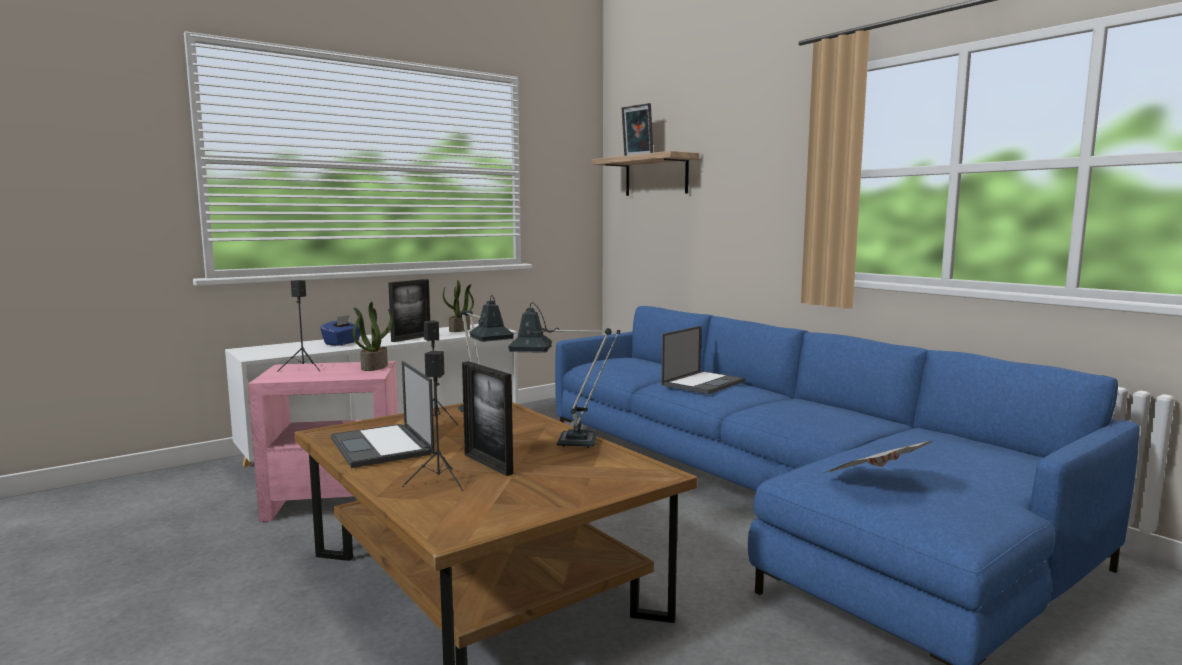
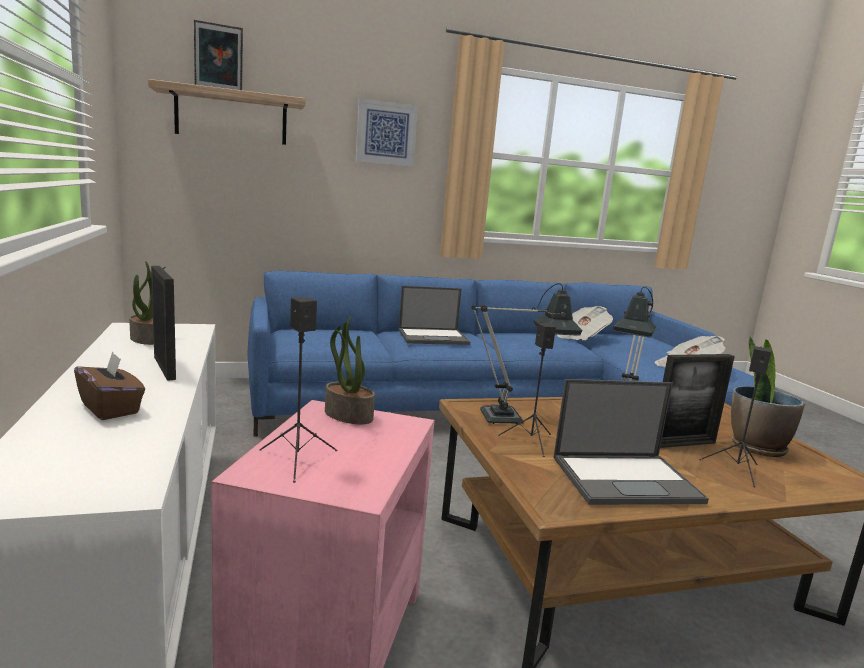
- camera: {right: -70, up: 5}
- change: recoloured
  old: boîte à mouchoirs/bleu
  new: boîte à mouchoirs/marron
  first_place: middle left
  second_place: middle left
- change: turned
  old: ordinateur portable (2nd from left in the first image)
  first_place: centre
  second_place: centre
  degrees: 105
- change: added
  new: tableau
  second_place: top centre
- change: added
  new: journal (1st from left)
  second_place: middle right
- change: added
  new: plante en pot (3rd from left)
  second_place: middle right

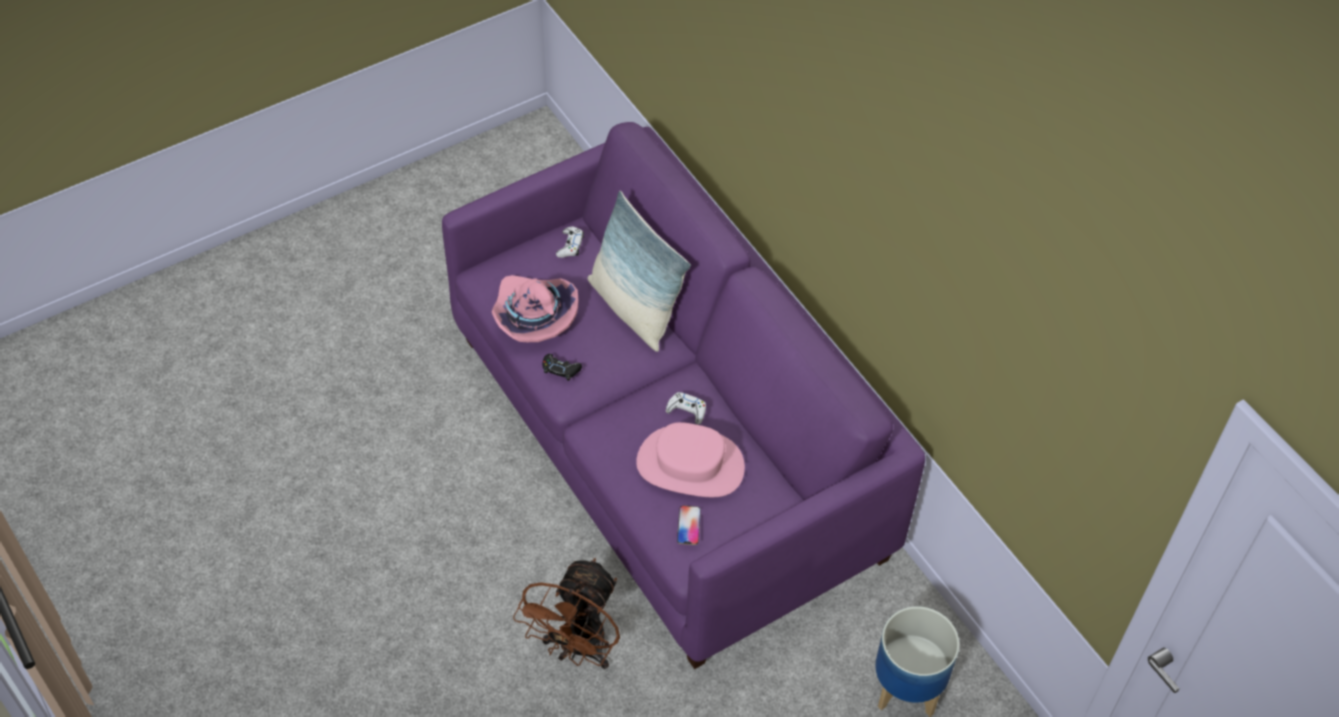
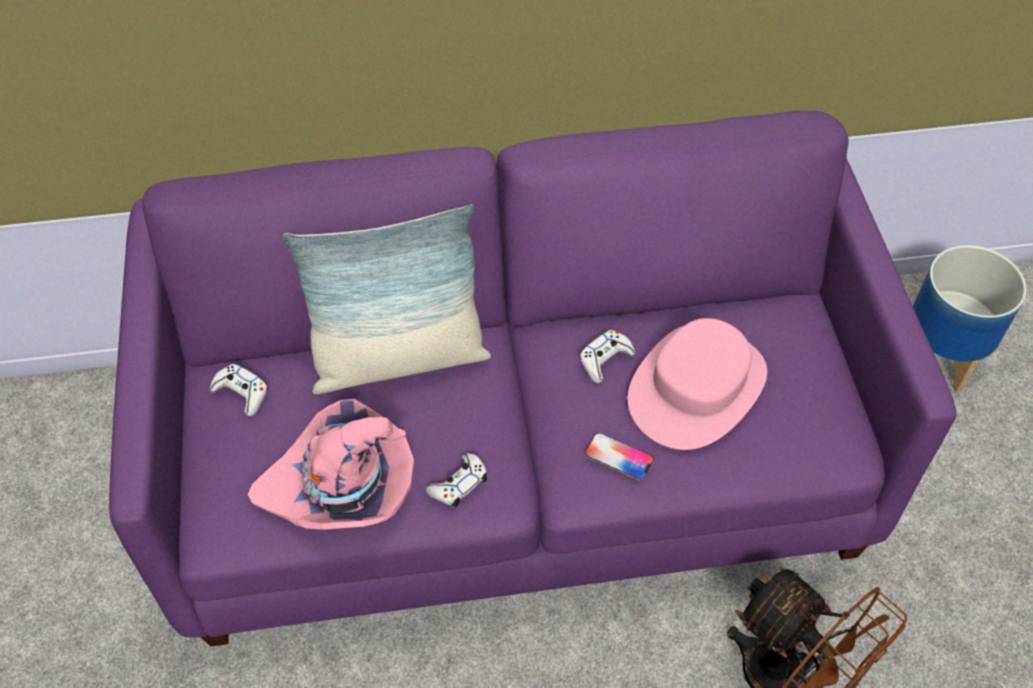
- camera: {right: -65, up: 0}
- change: recoloured
  old: manette/noir
  new: manette/blanc (2nd from left)
  first_place: centre
  second_place: bottom centre
- change: moved
  old: téléphone
  first_place: bottom centre
  second_place: centre

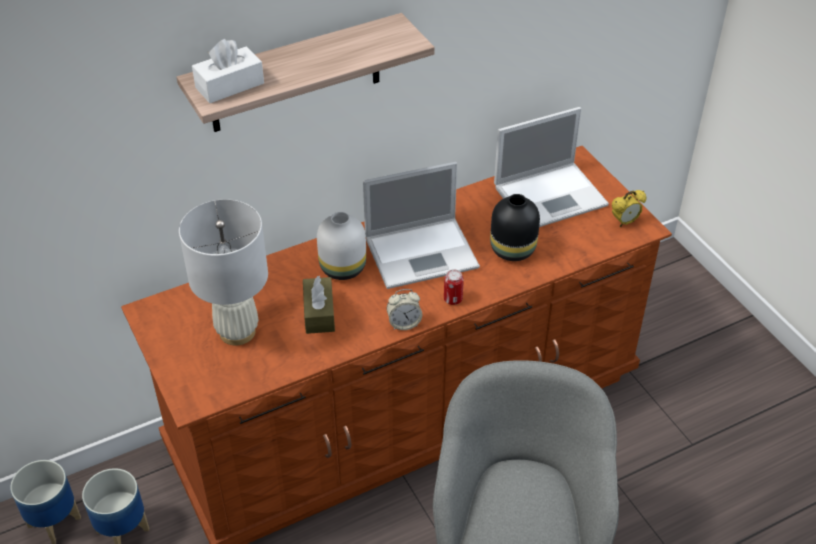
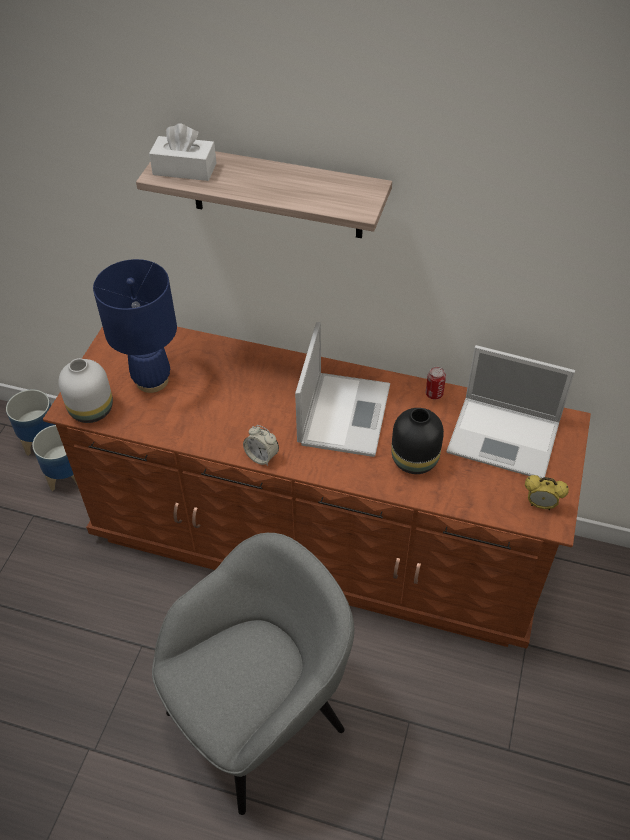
- camera: {right: 45, up: 5}
- change: recoloured
  old: lampe de table/blanc
  new: lampe de table/bleu
  first_place: middle left
  second_place: middle left
- change: removed
  old: boîte à mouchoirs/marron
  first_place: centre
- change: moved
  old: vase/blanc
  first_place: centre
  second_place: middle left
- change: turned
  old: ordinateur portable (1st from left)
  first_place: centre
  second_place: centre
  degrees: -105
- change: moved
  old: boîte métallique
  first_place: centre
  second_place: middle right

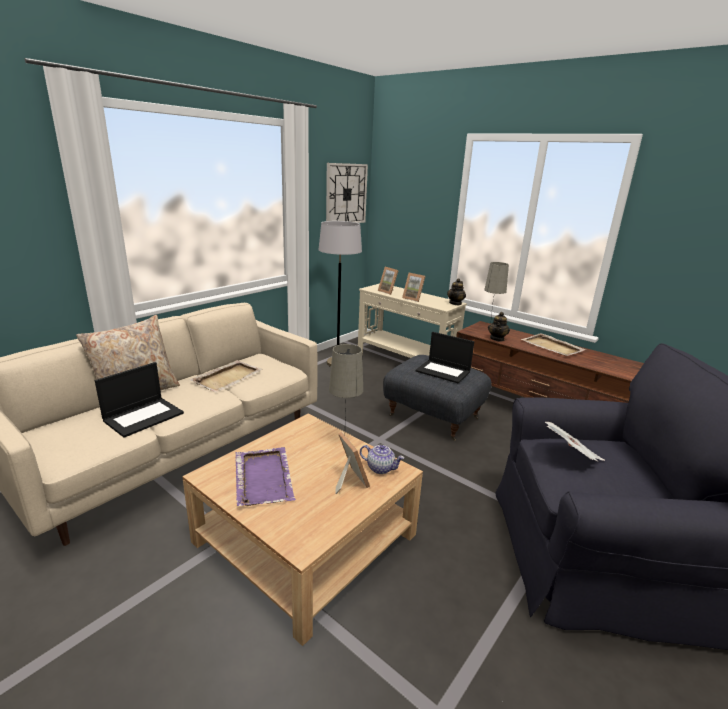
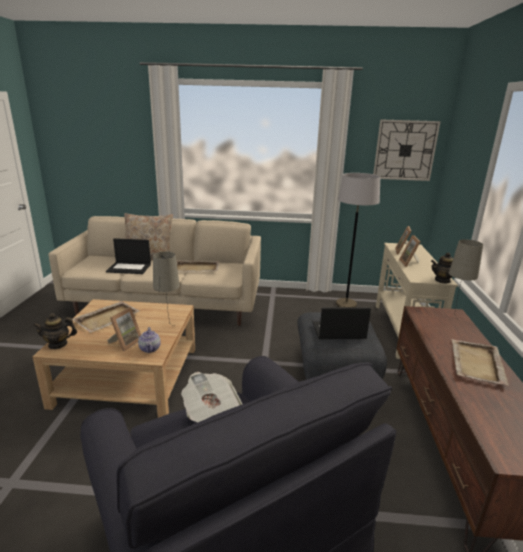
- camera: {right: 55, up: 0}
- change: recoloured
  old: plateau/violet
  new: plateau/beige (1st from left)
  first_place: bottom centre
  second_place: middle left
- change: turned
  old: ordinateur portable (2nd from left)
  first_place: centre
  second_place: centre
  degrees: 90
- change: moved
  old: théière (3rd from left in the first image)
  new: théière (1st from left)
  first_place: middle right
  second_place: middle left

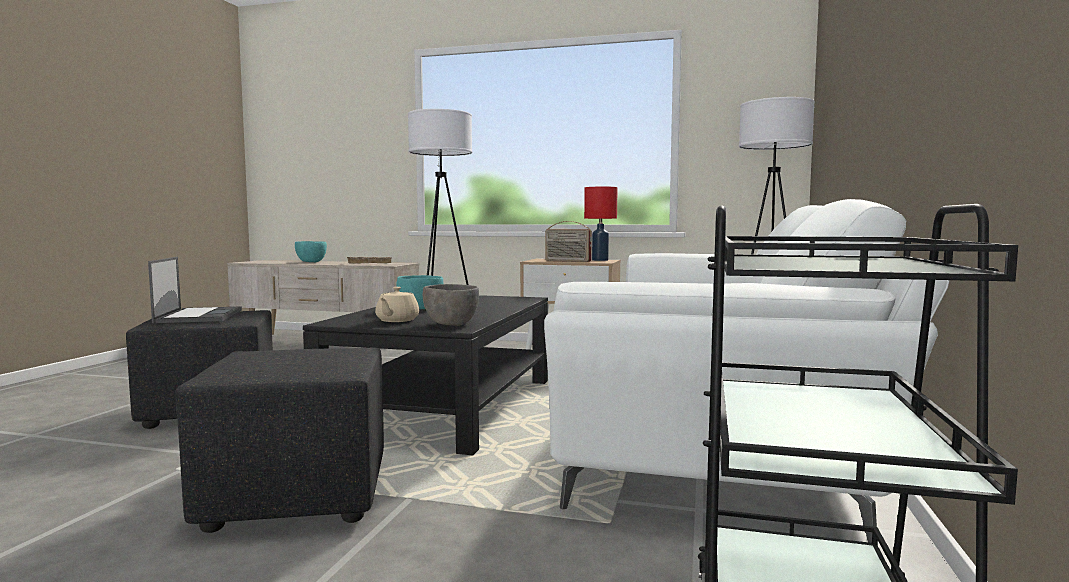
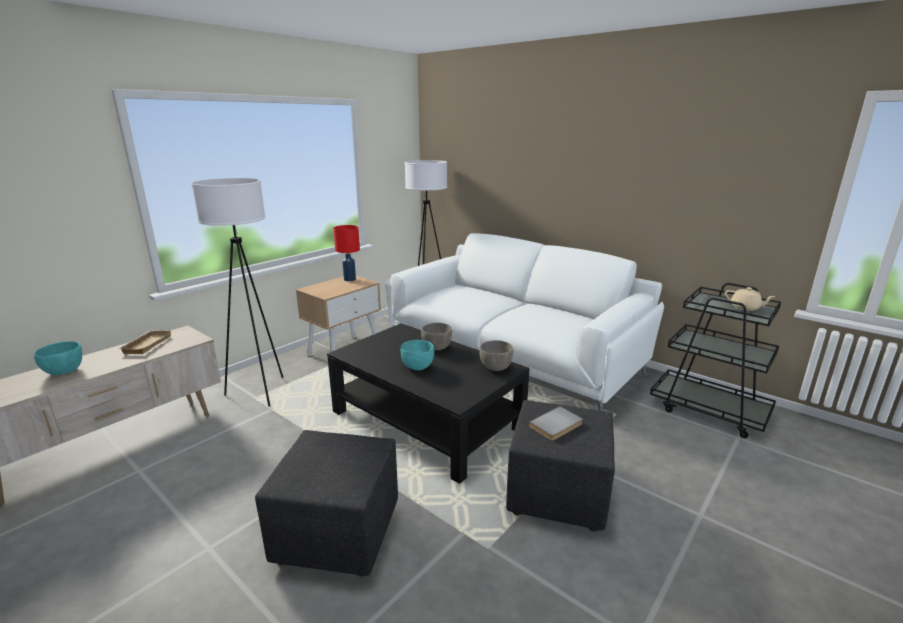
- camera: {right: -65, up: 15}
- change: removed
  old: ordinateur portable
  first_place: middle left
- change: moved
  old: théière/beige
  first_place: centre
  second_place: middle right
- change: removed
  old: radio
  first_place: centre
- change: added
  new: bol/gris (1st from left)
  second_place: centre
- change: added
  new: livre/gris
  second_place: bottom centre

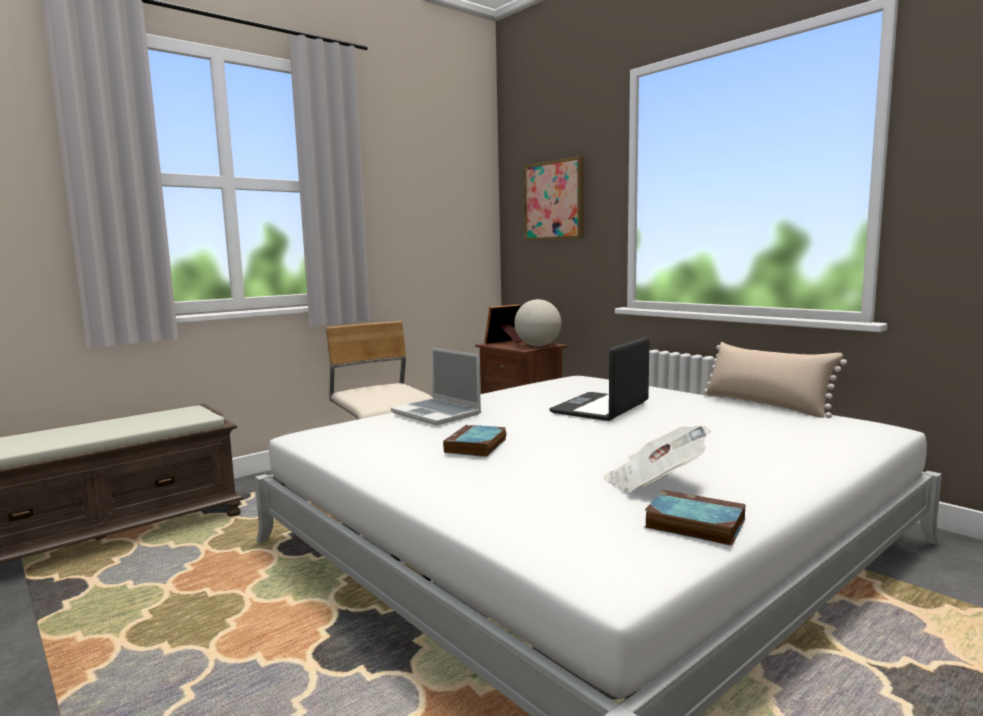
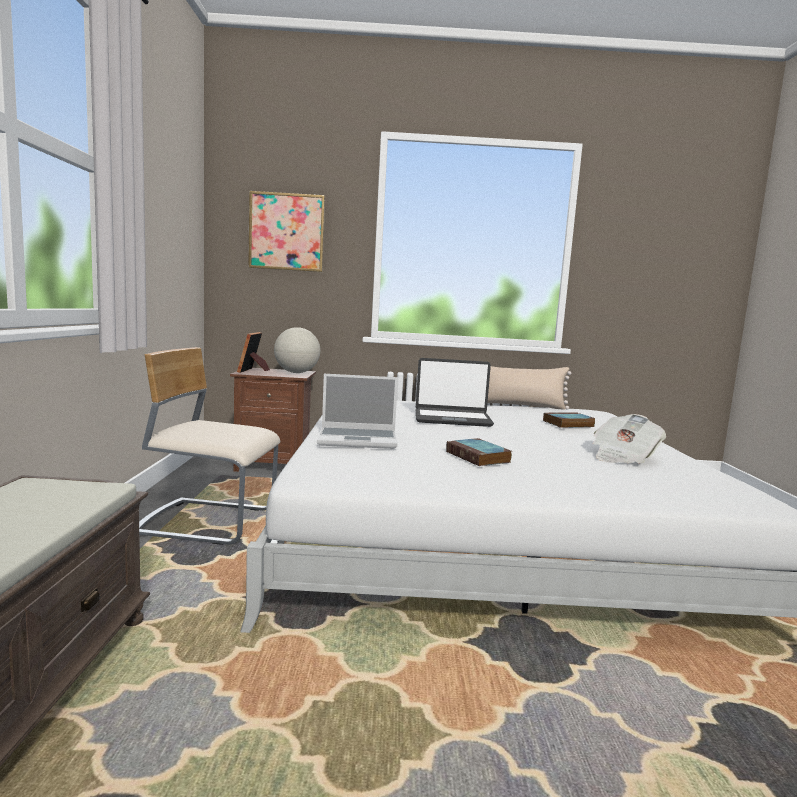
- camera: {right: -50, up: 0}
- change: turned
  old: ordinateur portable (2nd from left)
  first_place: centre
  second_place: centre
  degrees: -75
- change: moved
  old: livre (2nd from left)
  first_place: bottom right
  second_place: middle right

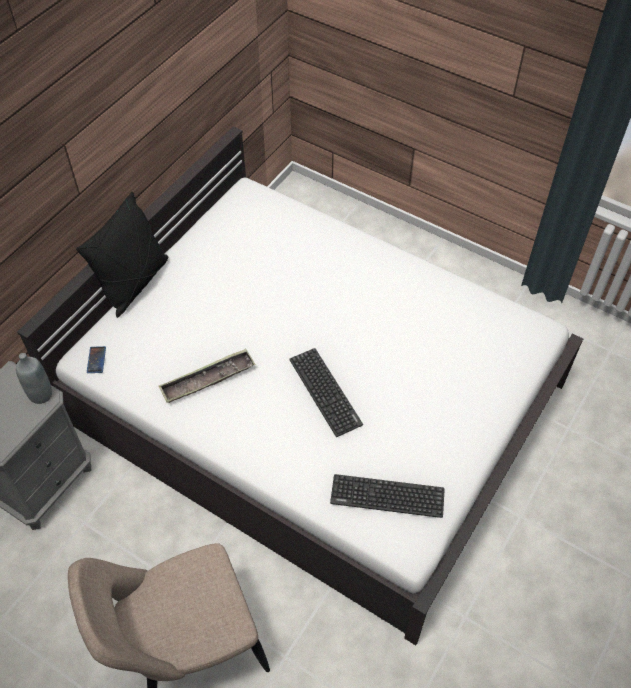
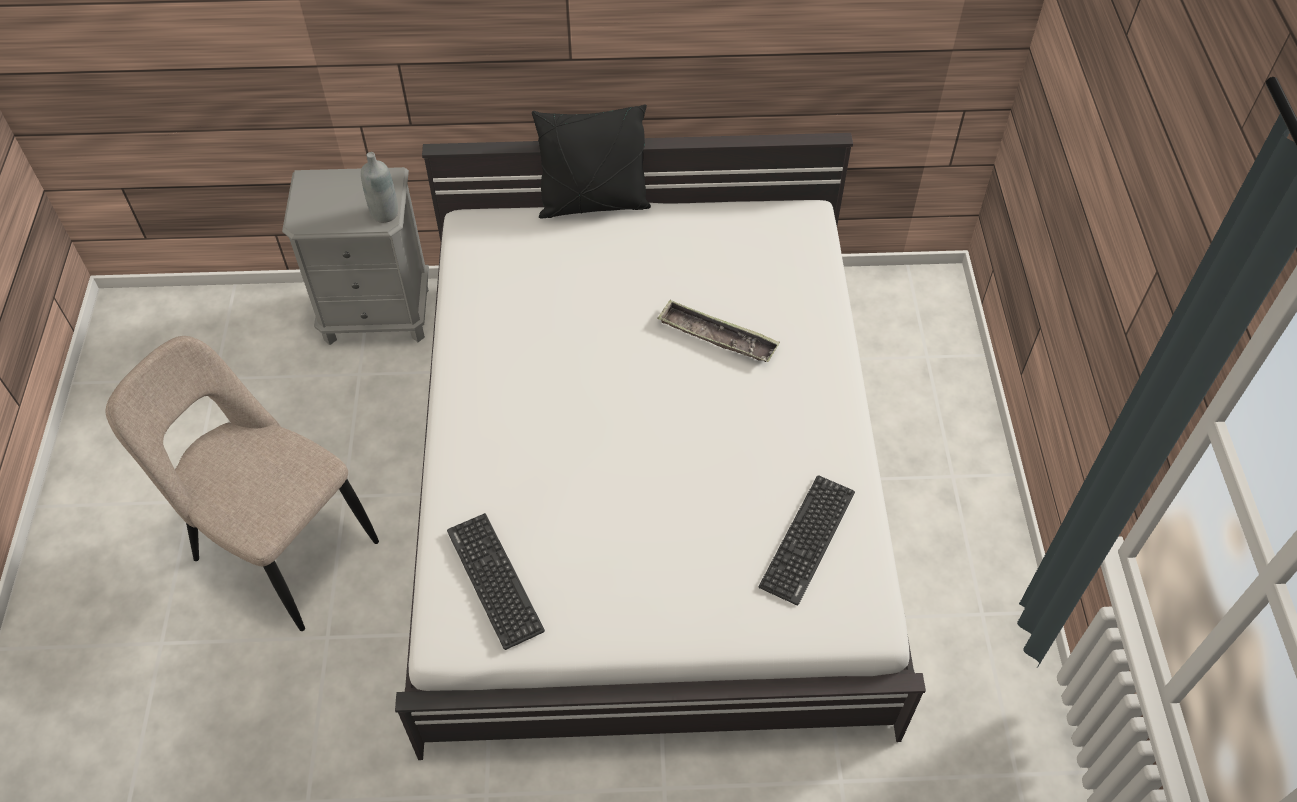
- camera: {right: 55, up: 0}
- change: removed
  old: téléphone
  first_place: middle left
- change: moved
  old: plateau
  first_place: middle left
  second_place: centre
- change: moved
  old: clavier (1st from left in the first image)
  new: clavier (2nd from left)
  first_place: centre
  second_place: bottom centre

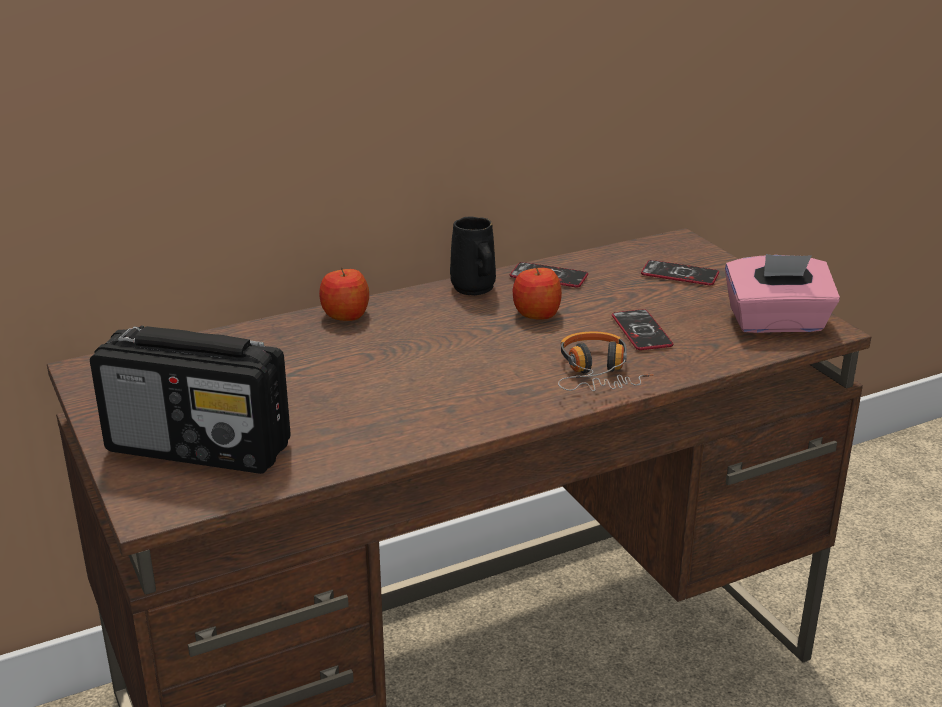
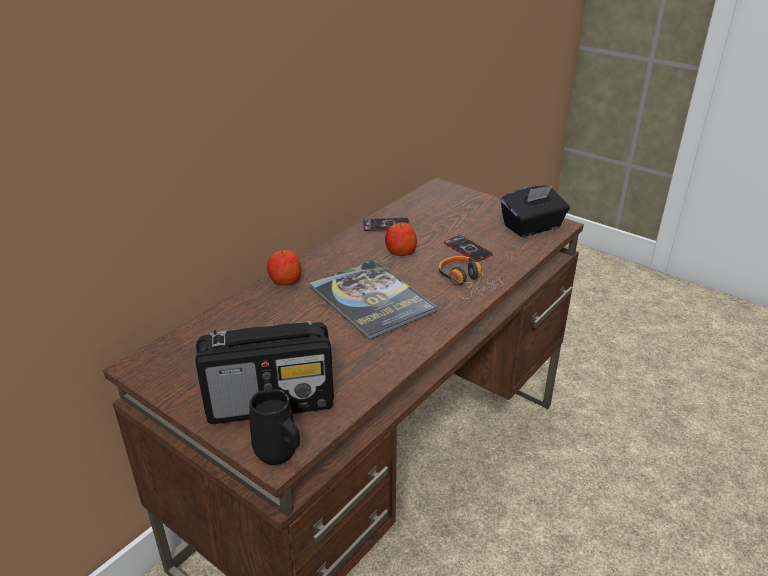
- camera: {right: -25, up: 5}
- change: moved
  old: mug/noir
  first_place: centre
  second_place: bottom centre
- change: removed
  old: téléphone (3rd from left)
  first_place: middle right
- change: recoloured
  old: boîte à mouchoirs/rose
  new: boîte à mouchoirs/noir
  first_place: middle right
  second_place: middle right
- change: added
  new: livre
  second_place: centre

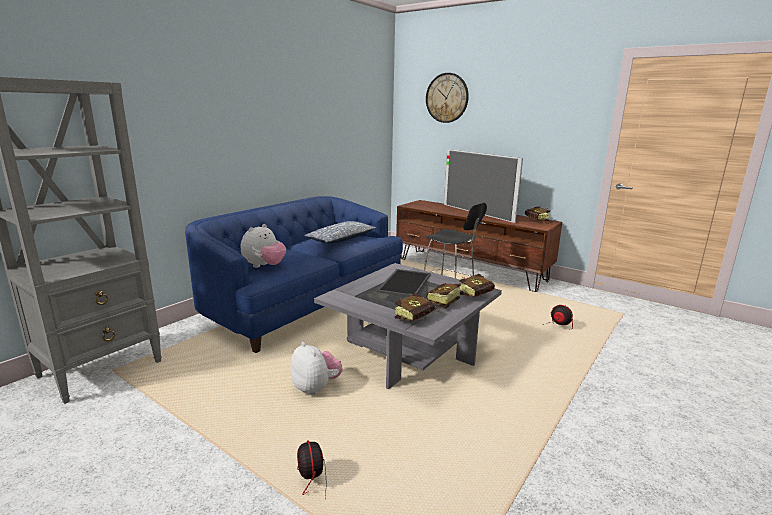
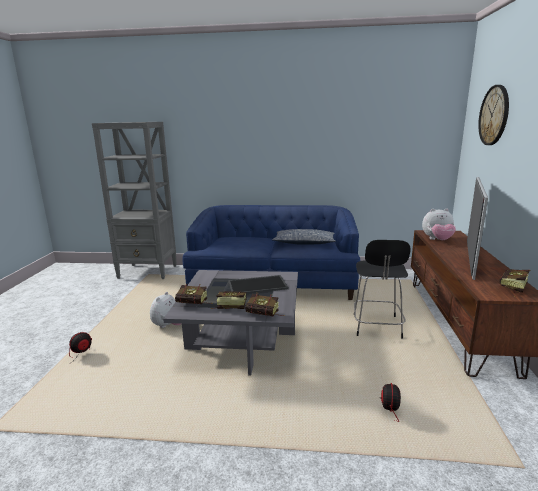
- camera: {right: 60, up: 0}
- change: moved
  old: peluche (1st from left in the first image)
  new: peluche (2nd from left)
  first_place: centre
  second_place: middle right

